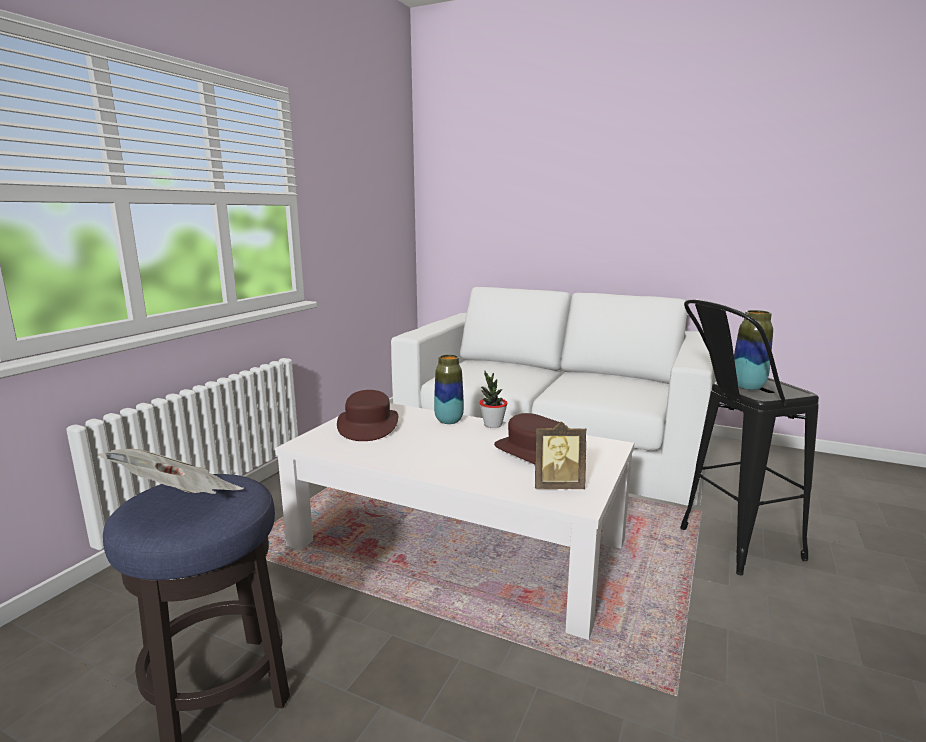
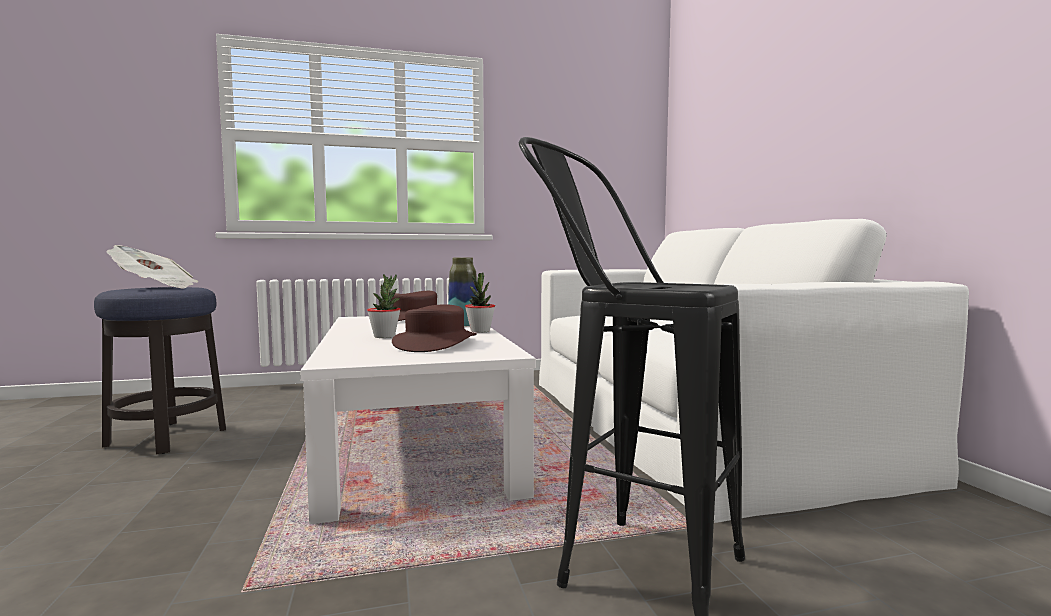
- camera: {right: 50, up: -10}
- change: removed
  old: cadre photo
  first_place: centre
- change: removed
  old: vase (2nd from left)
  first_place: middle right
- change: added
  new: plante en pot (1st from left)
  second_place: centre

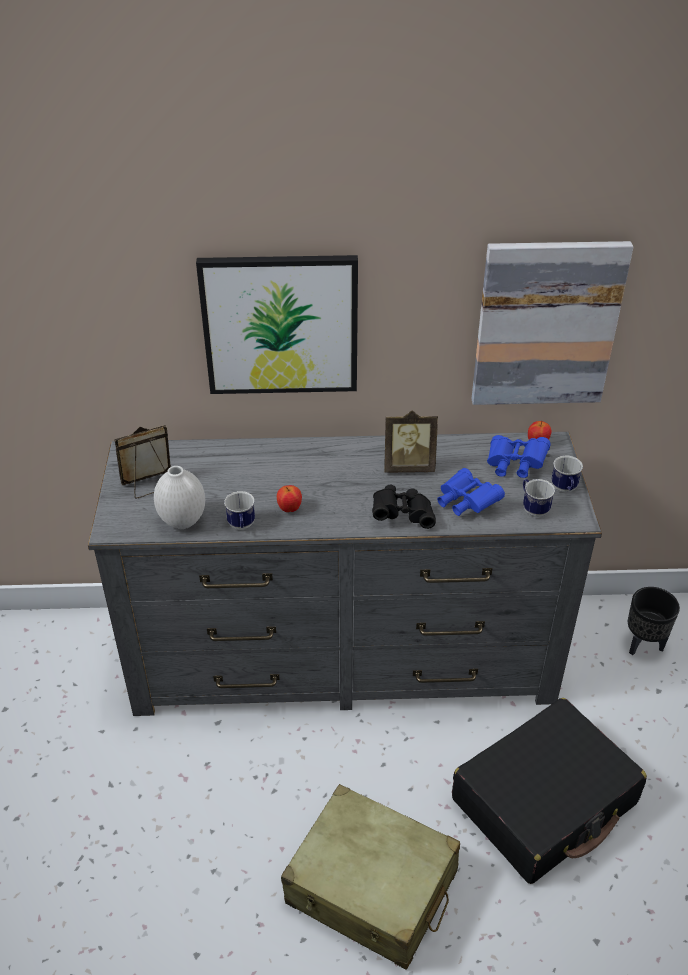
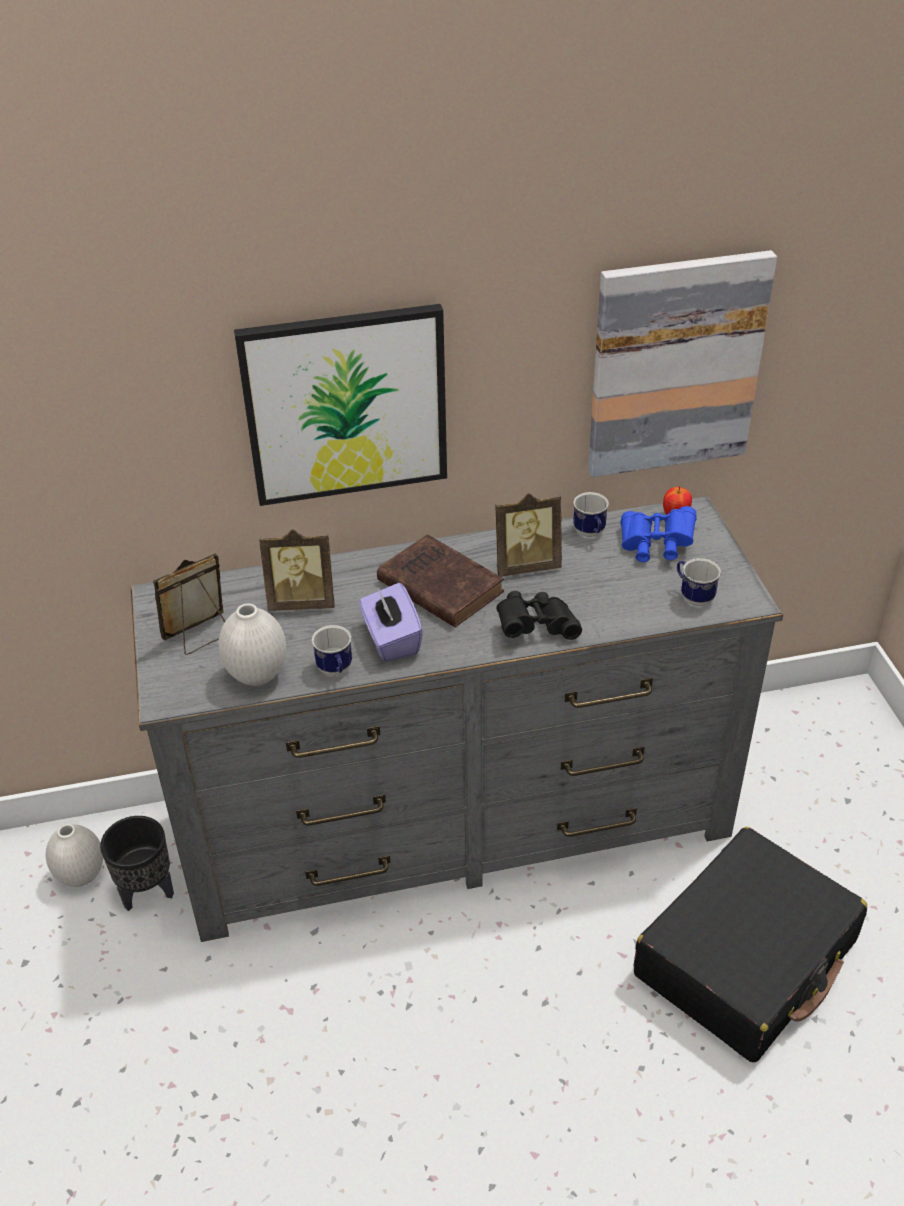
- camera: {right: -10, up: 0}
- change: replaced
  old: pomme (1st from left)
  new: boîte à mouchoirs/violet
  first_place: centre
  second_place: centre
- change: removed
  old: valise/beige
  first_place: bottom centre
- change: removed
  old: jumelles/bleu (1st from left)
  first_place: middle right
- change: moved
  old: mug (3rd from left in the first image)
  new: mug (2nd from left)
  first_place: middle right
  second_place: centre
- change: moved
  old: cache-pot/noir
  first_place: middle right
  second_place: bottom left
- change: added
  new: vase/blanc (1st from left)
  second_place: bottom left
- change: added
  new: cadre photo (2nd from left)
  second_place: middle left
- change: added
  new: livre/marron
  second_place: centre

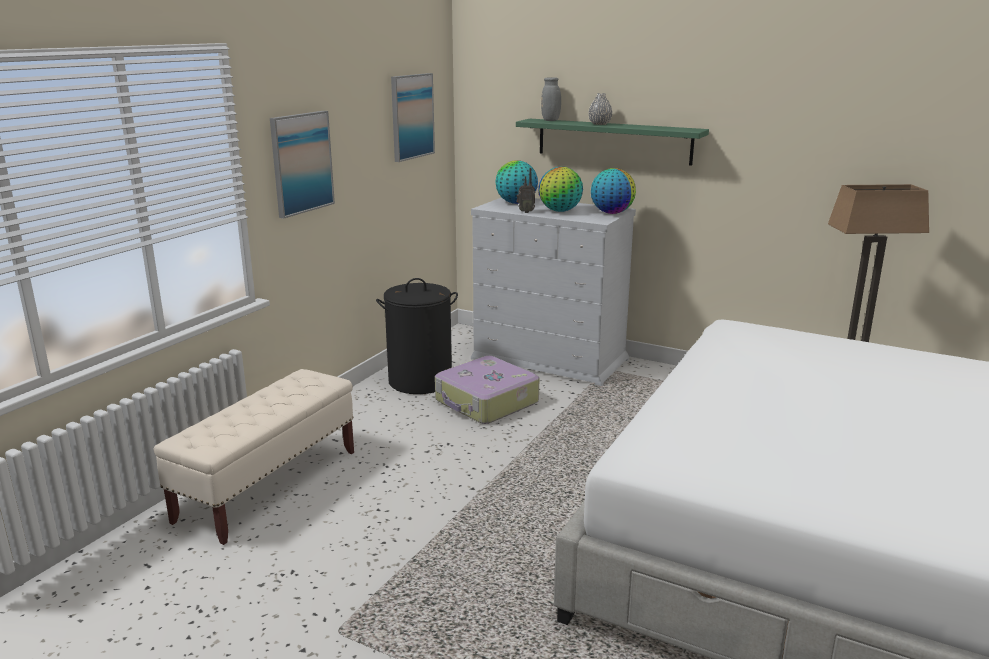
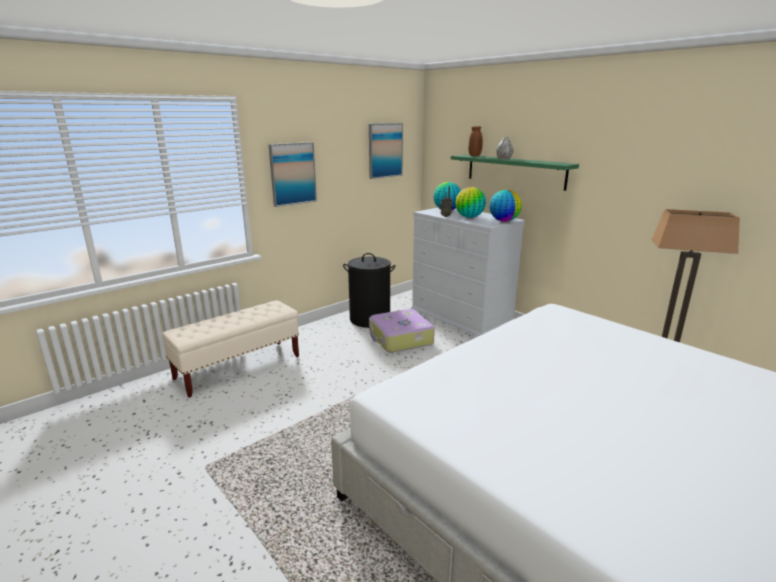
- camera: {right: 20, up: 0}
- change: recoloured
  old: vase/gris (1st from left)
  new: vase/marron
  first_place: top centre
  second_place: top centre

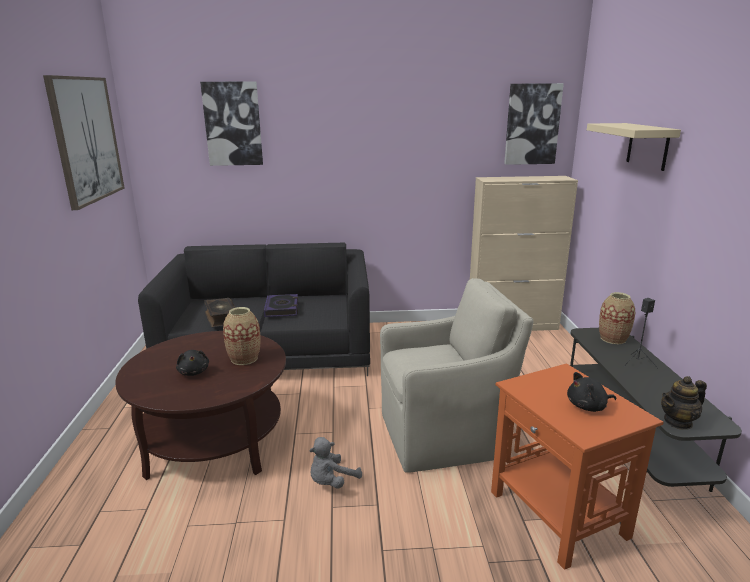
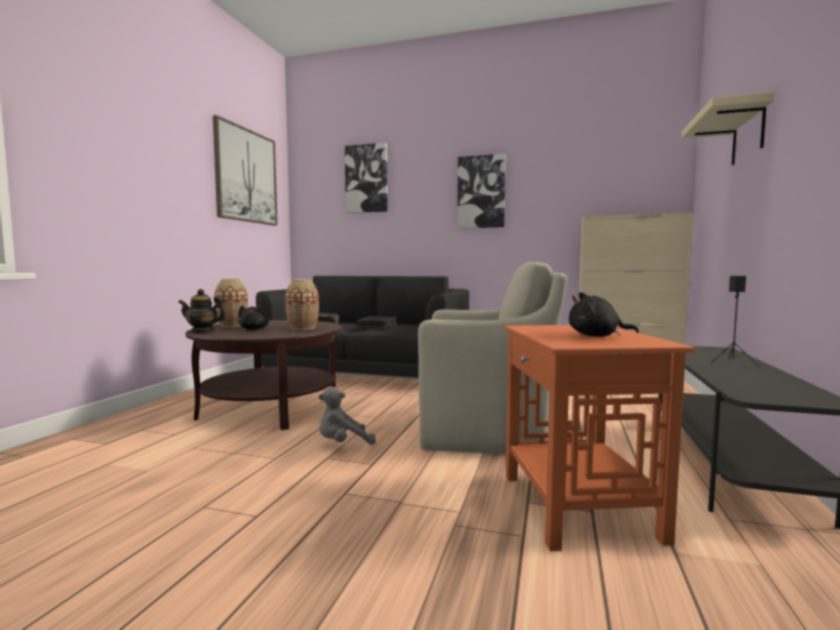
- camera: {right: 20, up: -15}
- change: moved
  old: tableau (3rd from left)
  first_place: top right
  second_place: top centre
- change: moved
  old: vase (2nd from left in the first image)
  new: vase (1st from left)
  first_place: middle right
  second_place: middle left
- change: moved
  old: théière
  first_place: bottom right
  second_place: middle left

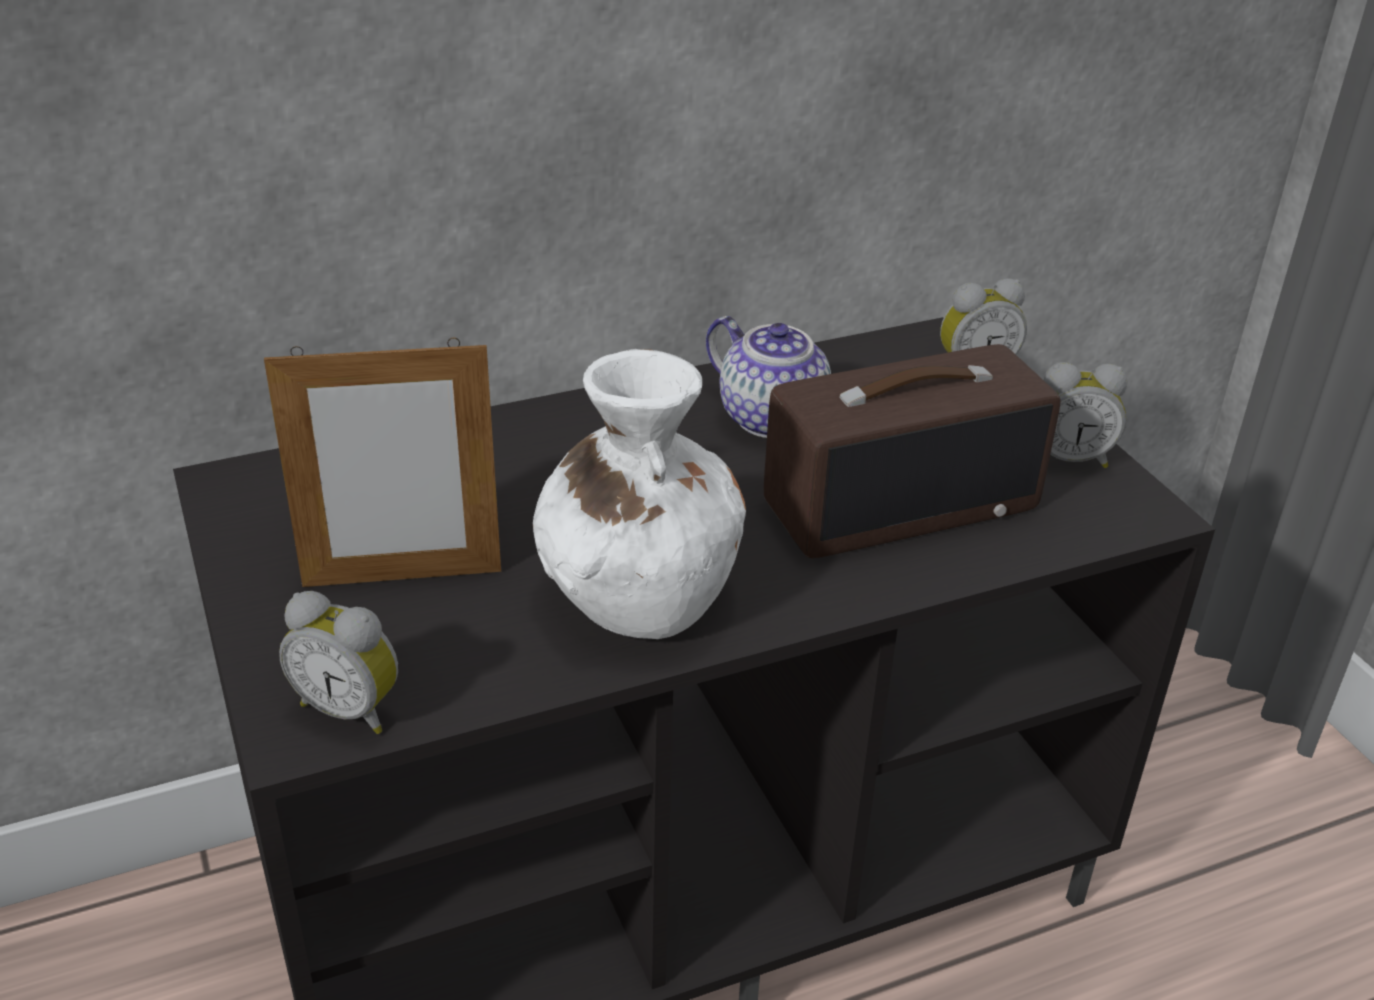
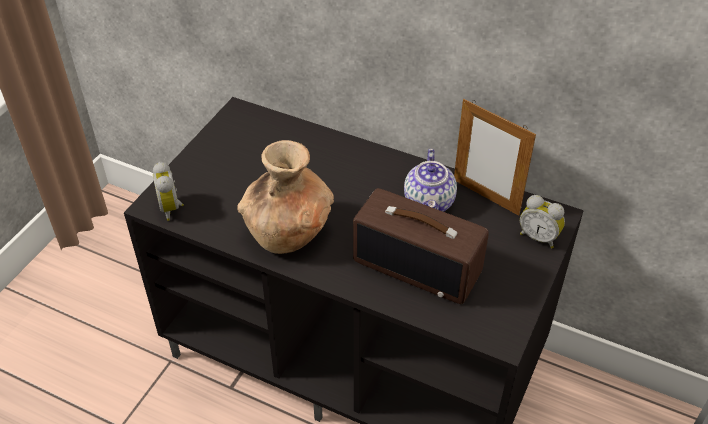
- camera: {right: 50, up: 10}
- change: moved
  old: cadre photo
  first_place: middle left
  second_place: middle right
- change: recoloured
  old: vase/blanc
  new: vase/marron
  first_place: centre
  second_place: centre
- change: removed
  old: réveil (3rd from left)
  first_place: middle right

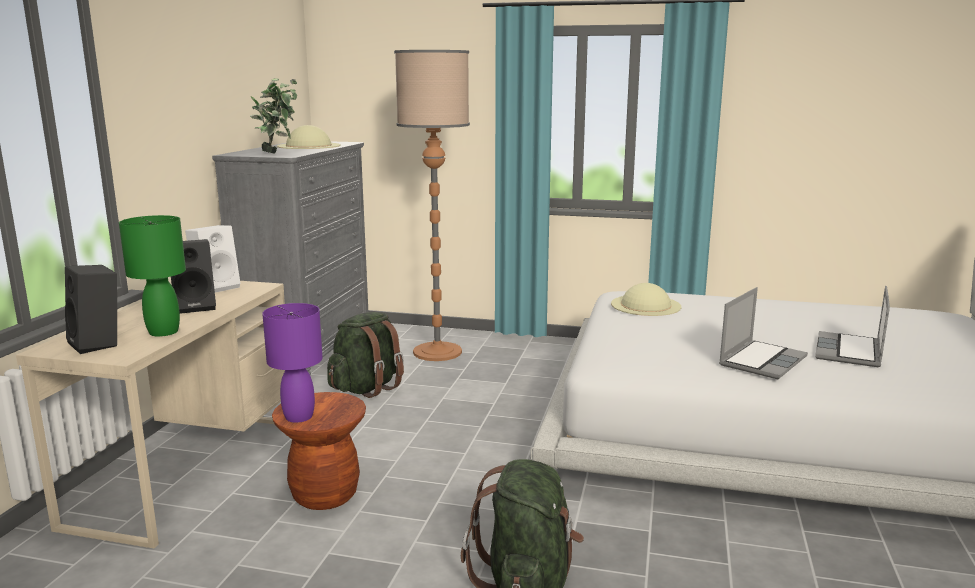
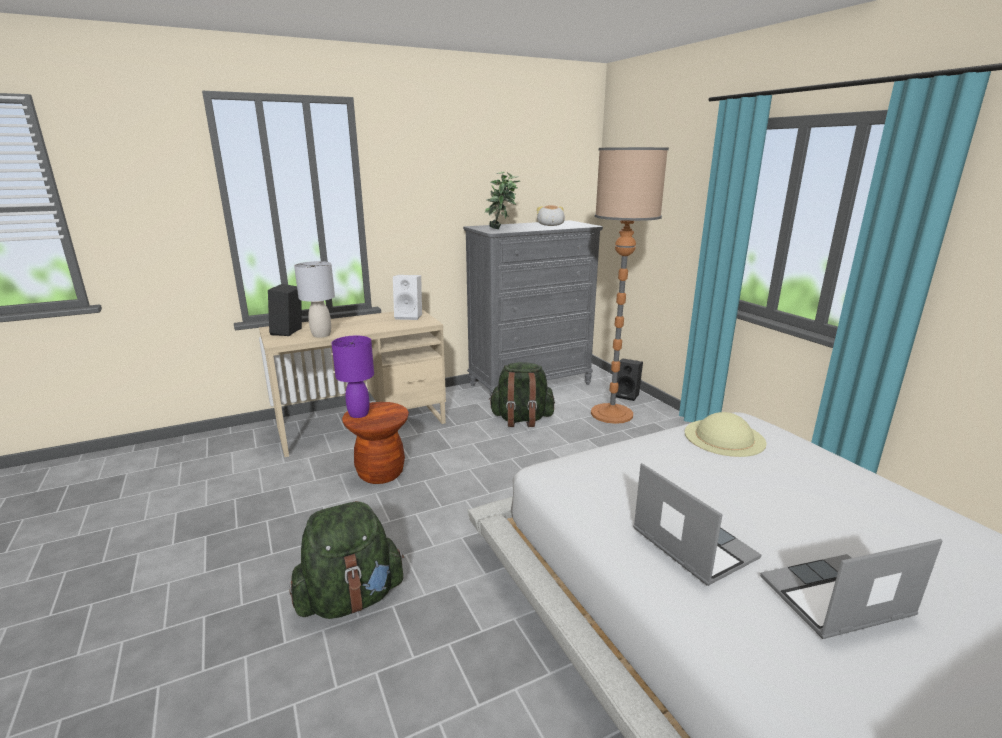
- camera: {right: 50, up: 5}
- change: recoloured
  old: lampe de table/vert
  new: lampe de table/gris
  first_place: middle left
  second_place: middle left
- change: moved
  old: enceinte/noir (2nd from left)
  first_place: middle left
  second_place: centre
- change: replaced
  old: chapeau/beige (1st from left)
  new: peluche
  first_place: top left
  second_place: top centre
- change: turned
  old: ordinateur portable (1st from left)
  first_place: middle right
  second_place: bottom right
  degrees: -120

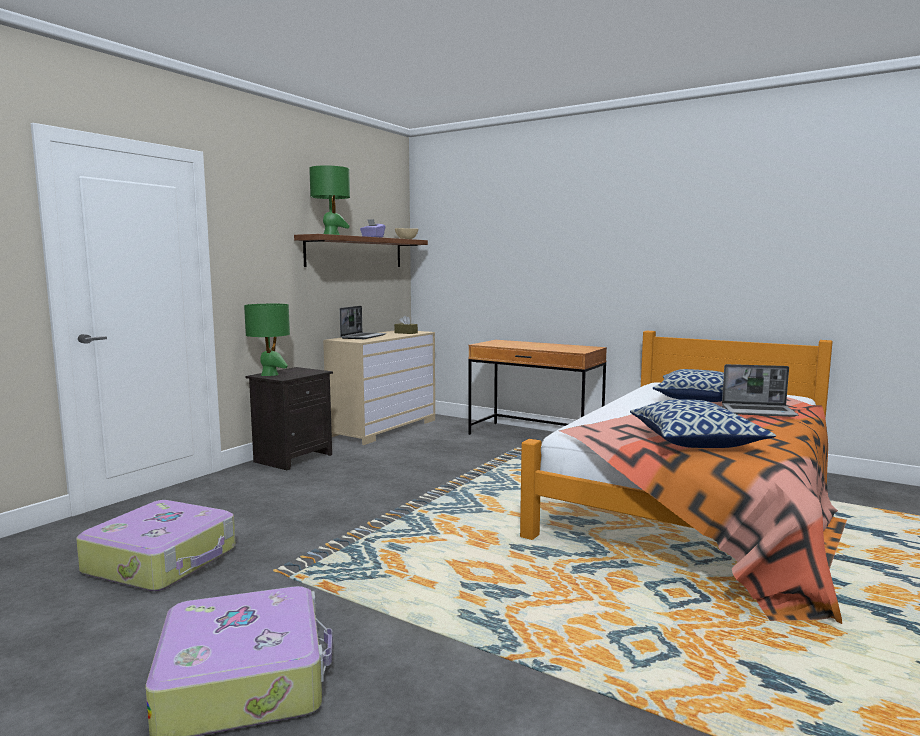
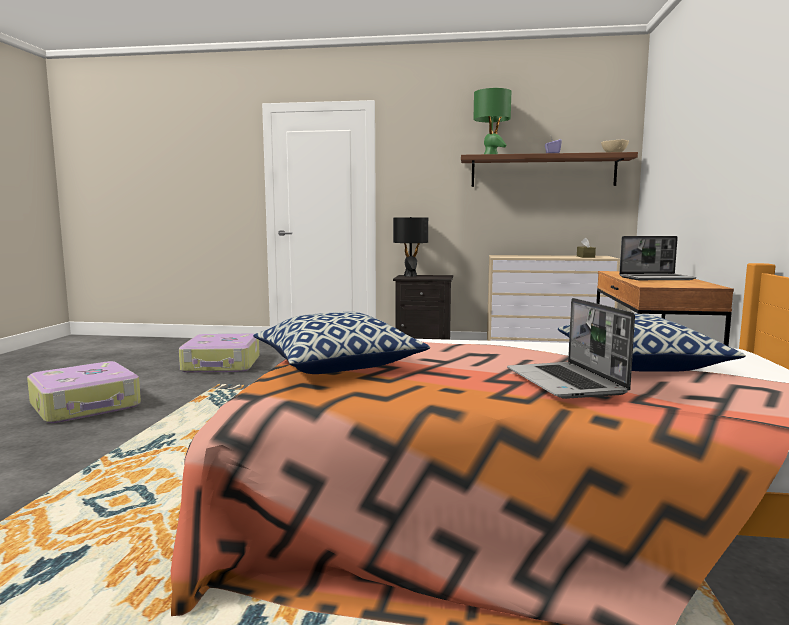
- camera: {right: 65, up: 0}
- change: recoloured
  old: lampe de table/vert (1st from left)
  new: lampe de table/noir
  first_place: middle left
  second_place: centre
- change: moved
  old: ordinateur portable (1st from left in the first image)
  new: ordinateur portable (2nd from left)
  first_place: centre
  second_place: middle right

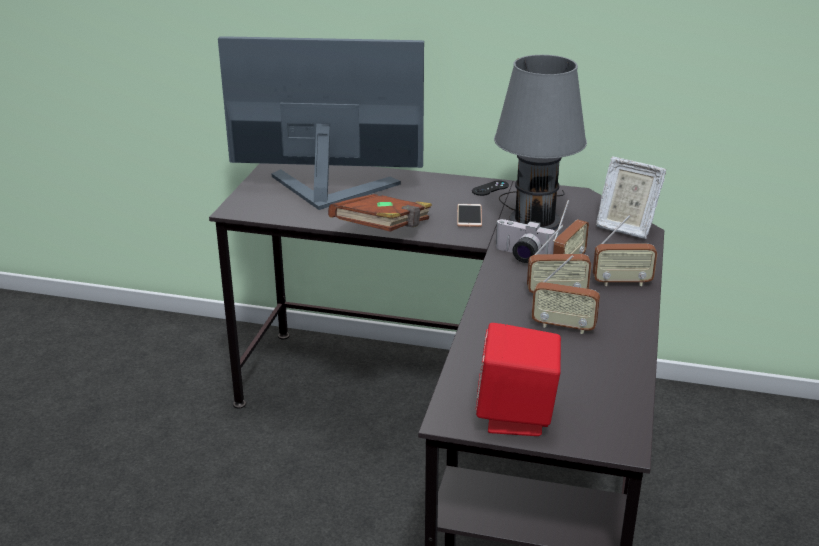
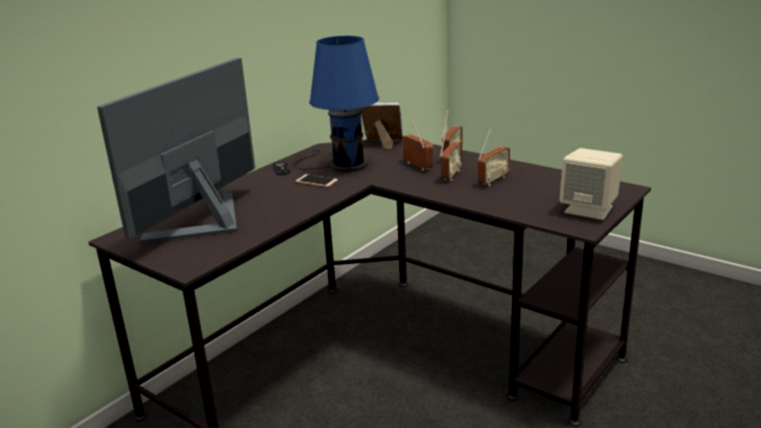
- camera: {right: -65, up: -5}
- change: removed
  old: livre/marron
  first_place: centre
- change: recoloured
  old: enceinte/rouge
  new: enceinte/beige
  first_place: bottom centre
  second_place: middle right
- change: recoloured
  old: lampe de table/gris
  new: lampe de table/bleu
  first_place: top centre
  second_place: top centre
- change: removed
  old: appareil photo
  first_place: centre
- change: turned
  old: cadre photo
  first_place: middle right
  second_place: top centre
  degrees: -135

